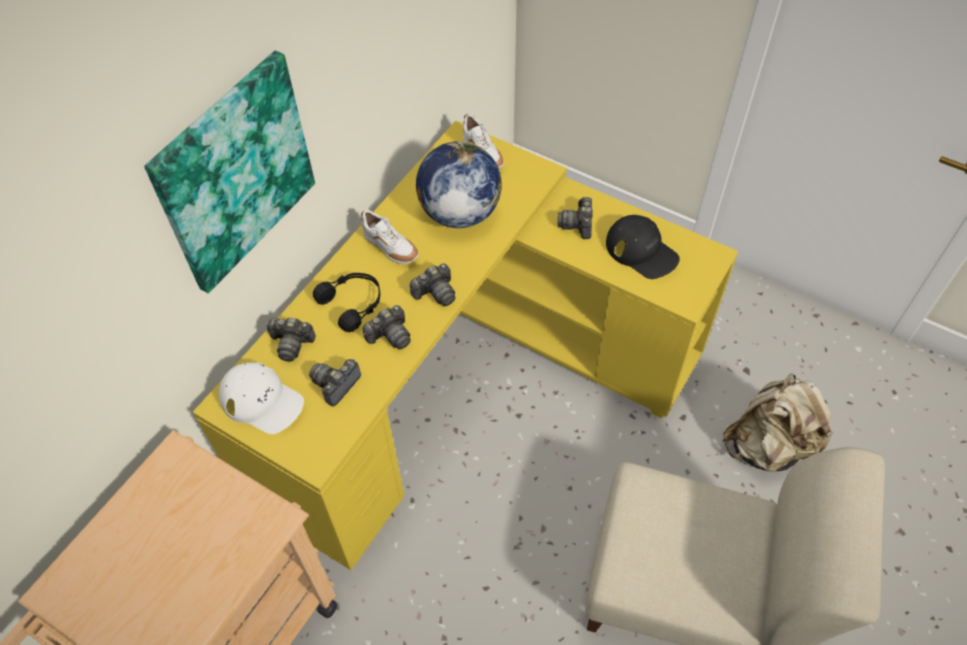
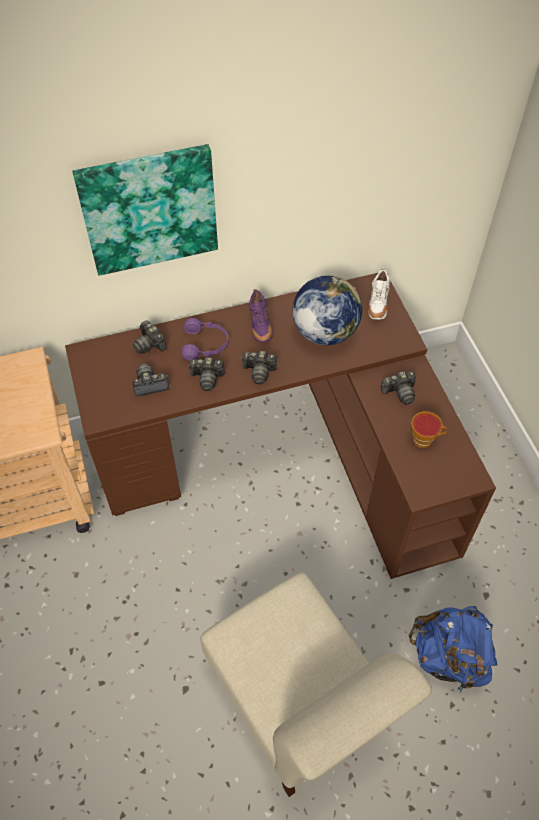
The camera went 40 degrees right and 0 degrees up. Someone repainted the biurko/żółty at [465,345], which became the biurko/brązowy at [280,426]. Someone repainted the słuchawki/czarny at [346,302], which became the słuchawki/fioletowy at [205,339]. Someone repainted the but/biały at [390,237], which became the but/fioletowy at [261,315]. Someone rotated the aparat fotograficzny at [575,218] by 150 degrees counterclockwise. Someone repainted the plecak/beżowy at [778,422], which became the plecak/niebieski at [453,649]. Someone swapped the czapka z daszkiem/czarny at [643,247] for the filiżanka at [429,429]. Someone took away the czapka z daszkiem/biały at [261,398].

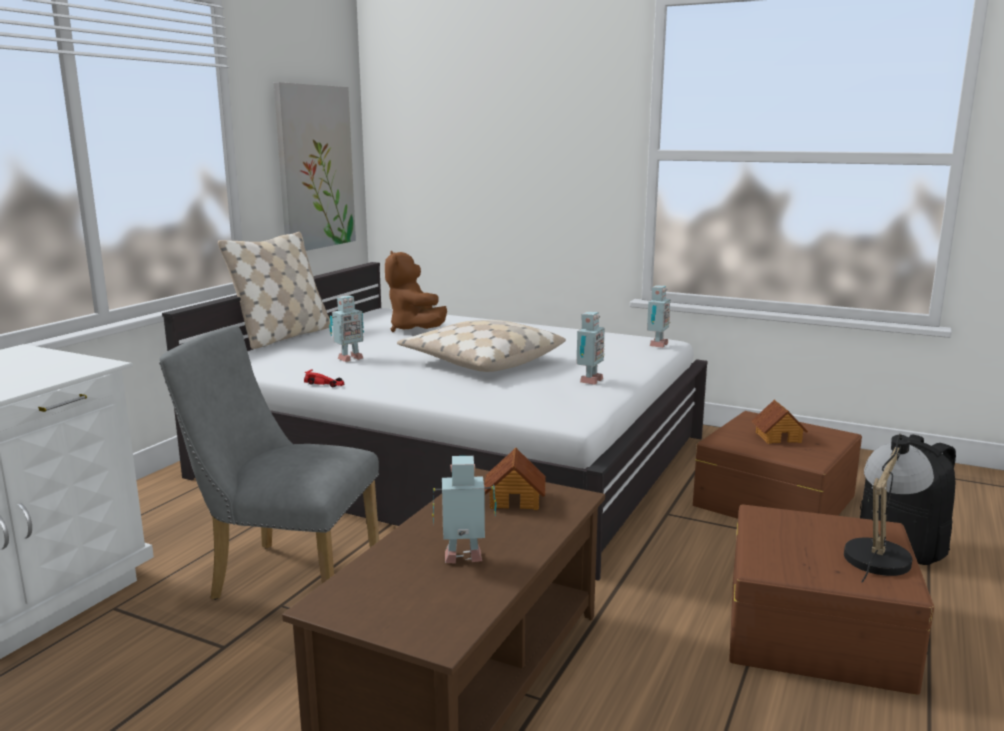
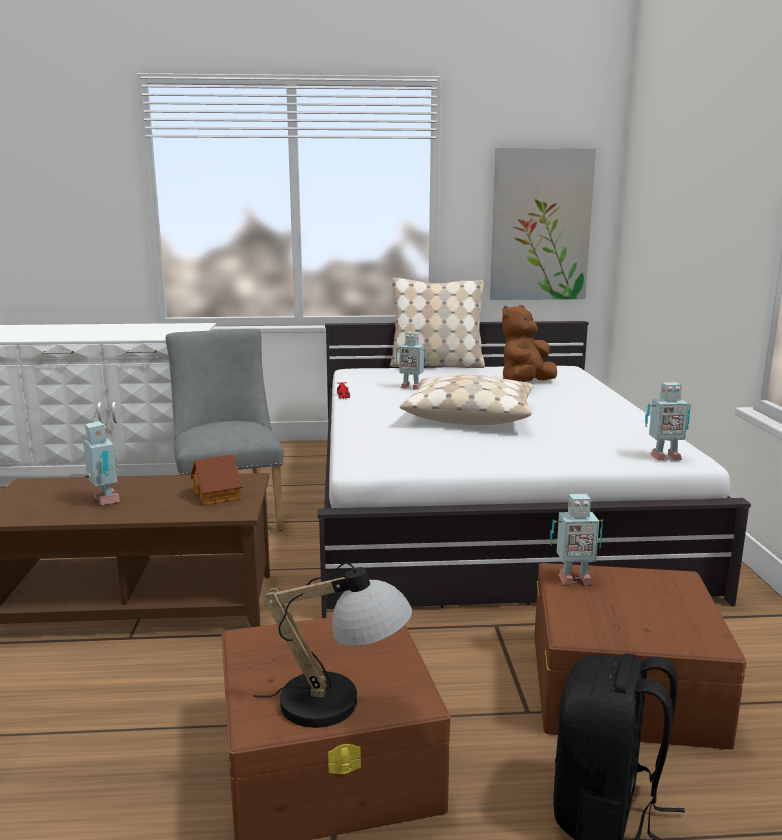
The camera went 60 degrees right and 0 degrees up. Someone carried the robot zabawkowy from [590,348] to [576,539]. Someone took away the domek at [779,422].

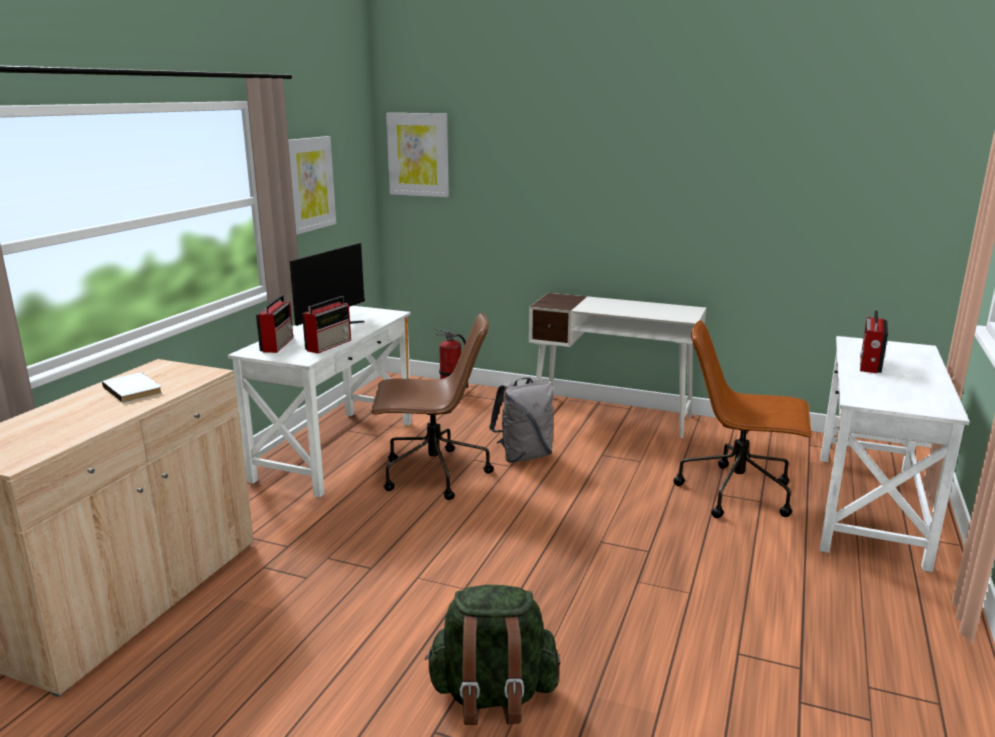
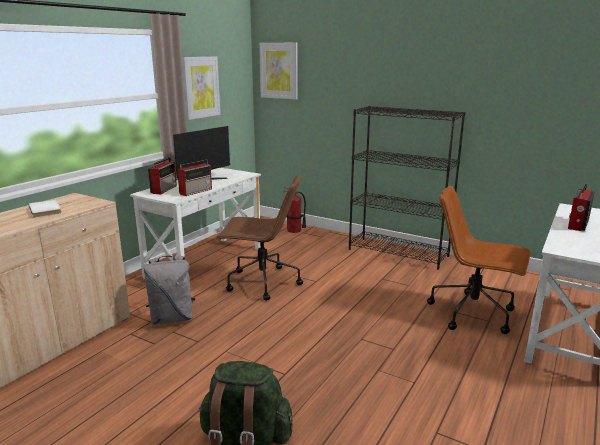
The camera went 10 degrees right and 0 degrees up. Someone carried the plecak/szary from [521,420] to [170,290]. Someone swapped the biurko/biały at [617,365] for the regał/czarny at [407,188].

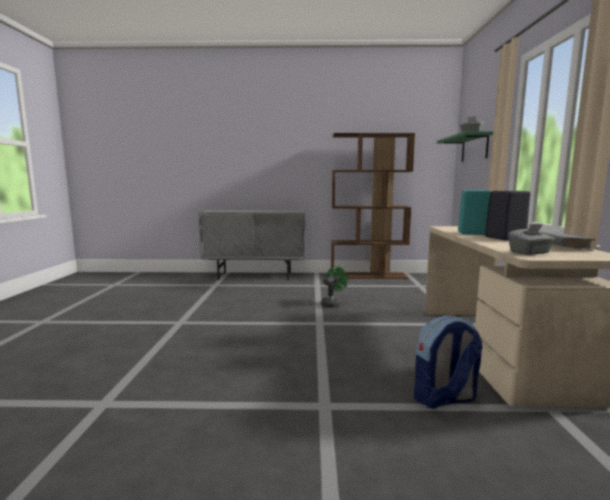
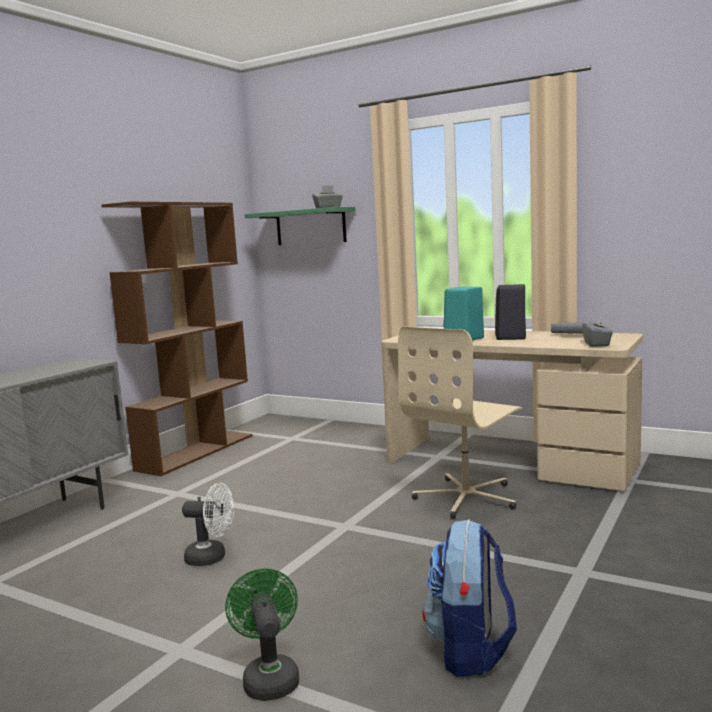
The camera went 60 degrees left and 0 degrees up. Someone put down the wentylator/biały at [208,524]. Someone carried the wentylator/zielony from [334,287] to [262,634]. Someone put down the krzesło biurowe/beżowy at [460,423]. Someone carried the plecak from [448,362] to [470,598].

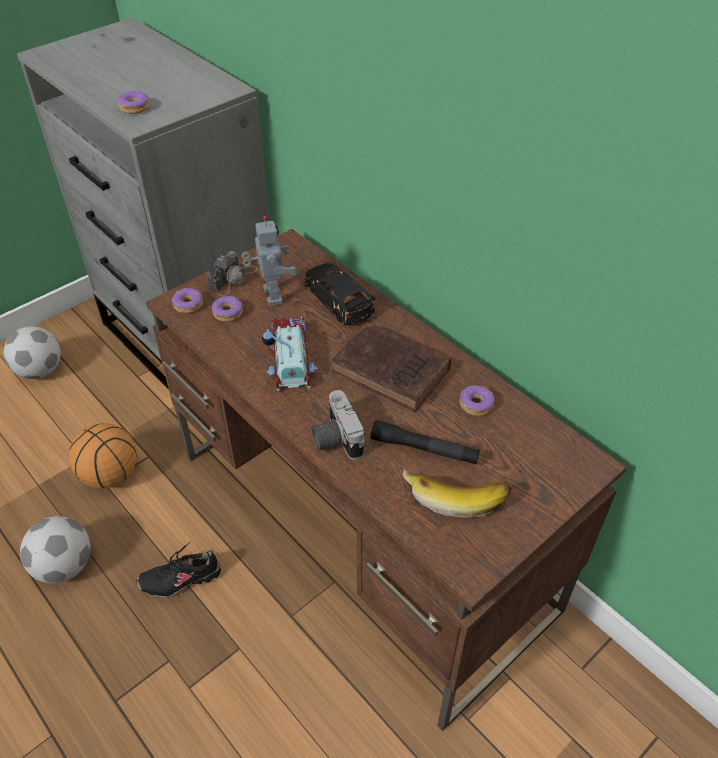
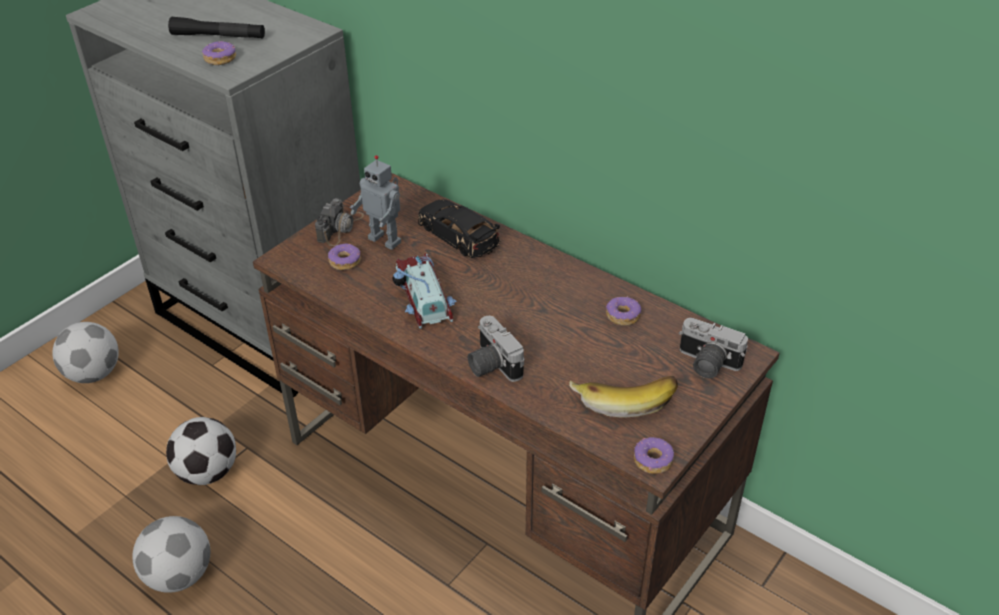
The camera went 10 degrees left and 5 degrees down. Someone swapped the piłka do koszykówki at [103,455] for the piłka futbolowa at [201,451]. Someone carried the latarka/czarny from [425,442] to [216,28]. Someone rotated the robot zabawkowy at [269,261] by 150 degrees clockwise. Someone carried the donut from [187,301] to [654,455]. Someone put down the aparat fotograficzny at [713,348]. Someone took away the but/czarny at [178,570]. Someone took away the książka/brązowy at [391,367].

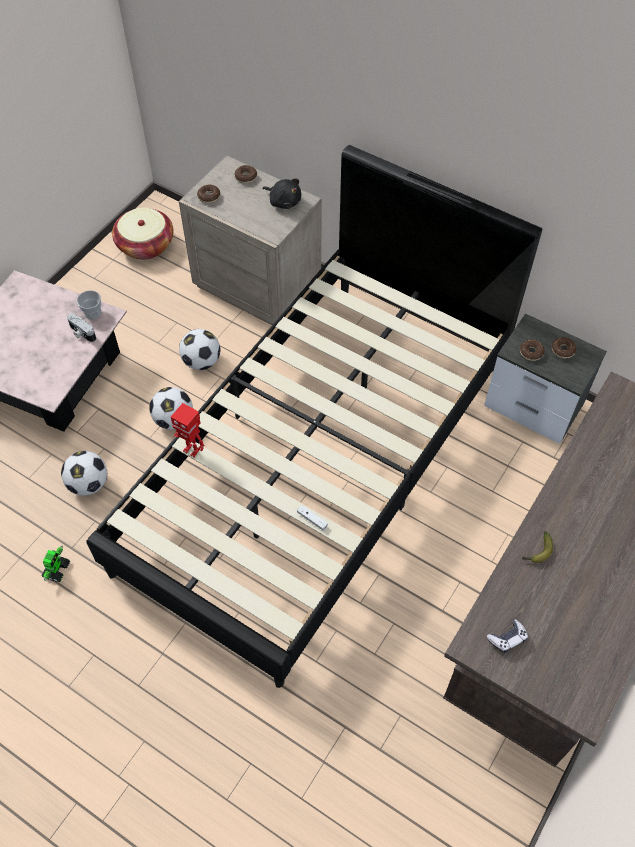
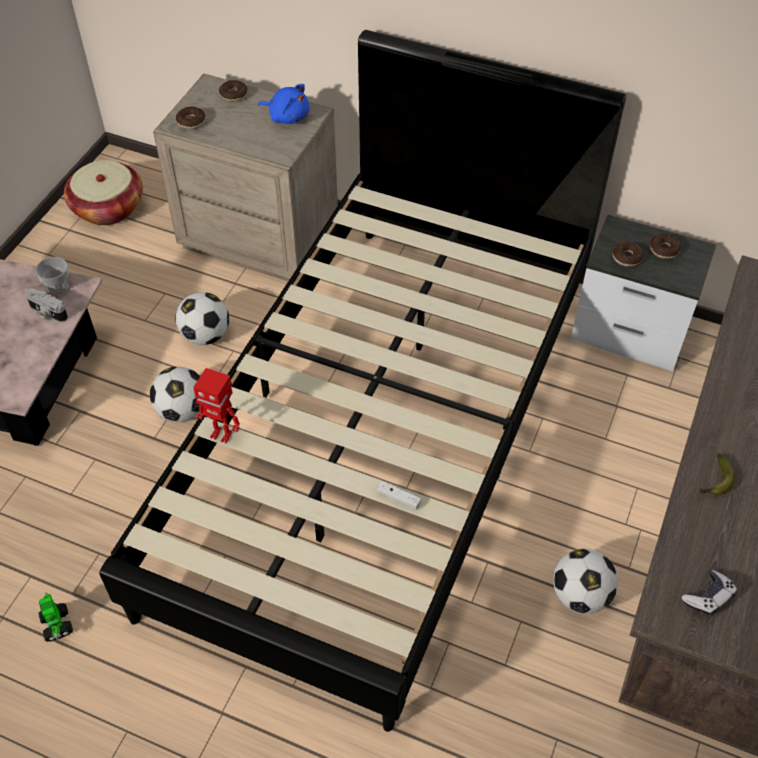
The camera went 10 degrees left and 5 degrees down. Someone rotated the robot zabawkowy at [56,564] by 150 degrees clockwise. Someone repainted the pluszak/czarny at [282,194], which became the pluszak/niebieski at [283,104]. Someone carried the piłka futbolowa from [84,473] to [585,581].

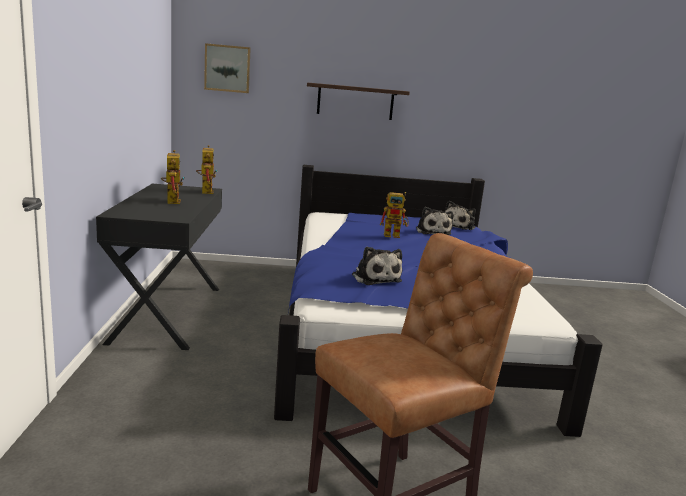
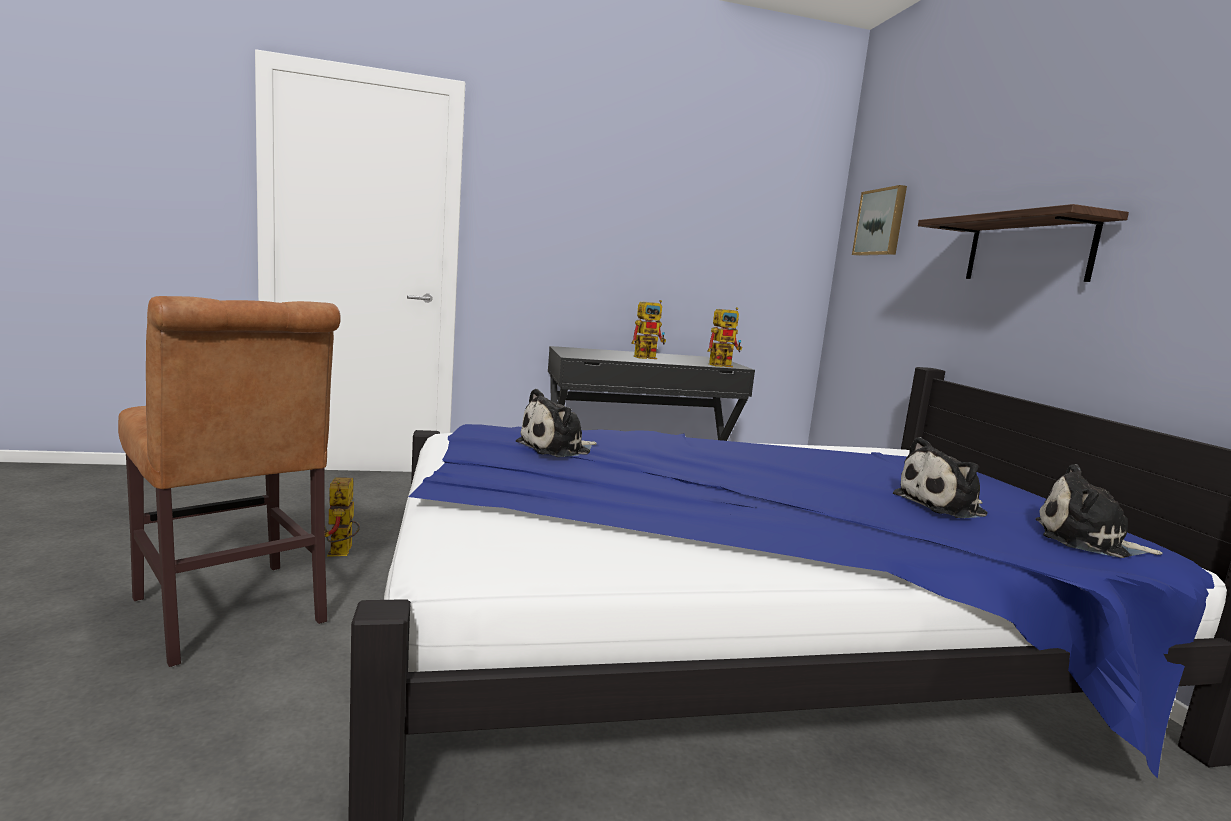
The camera went 80 degrees right and 5 degrees down. Someone carried the robot zabawkowy from [394,215] to [342,517].

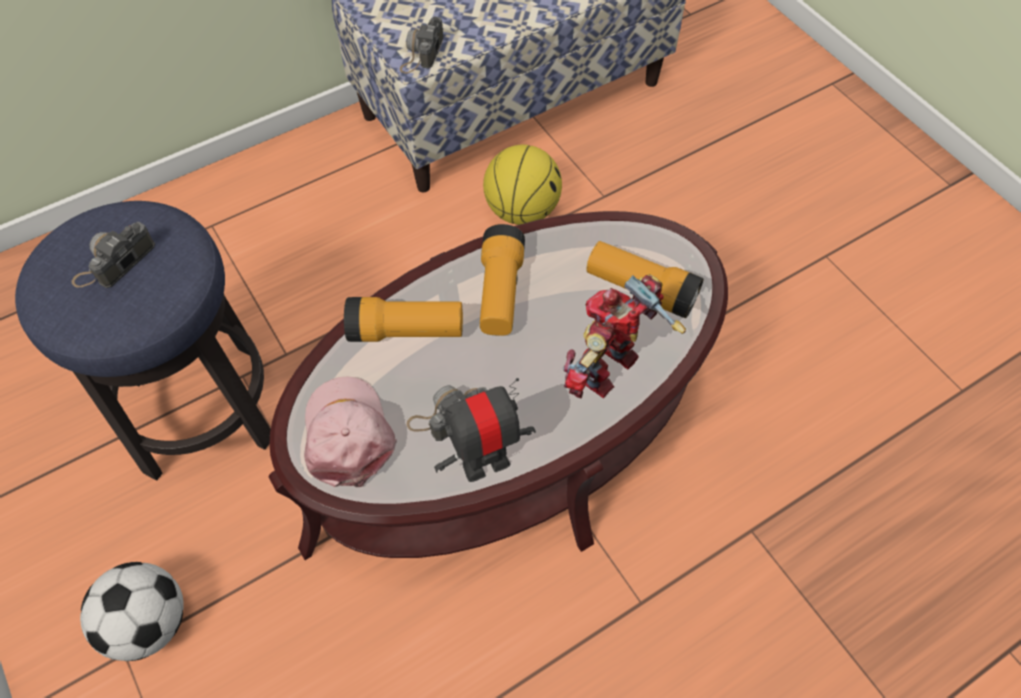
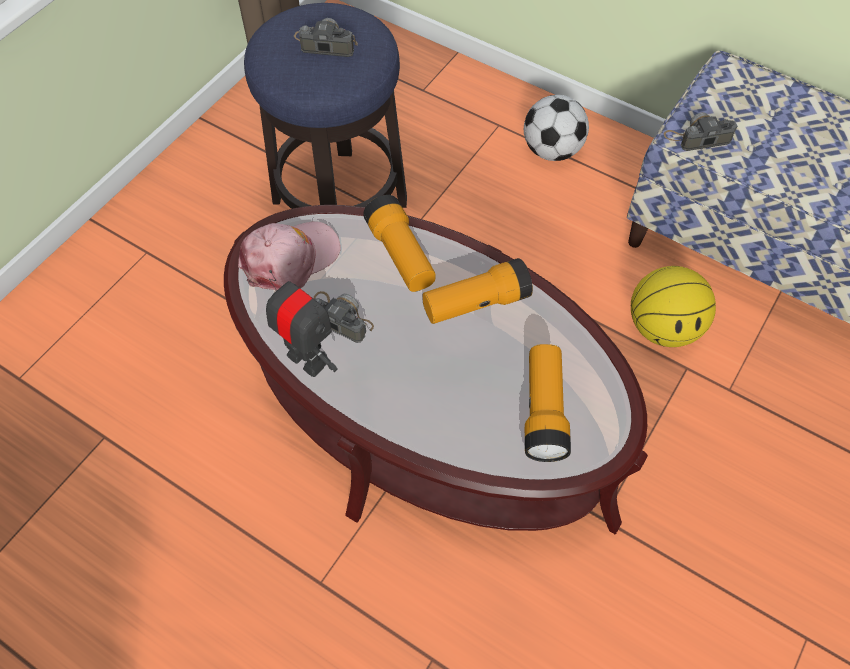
The camera went 65 degrees right and 0 degrees up. Someone carried the piłka futbolowa from [132,611] to [556,128]. Someone took away the robot zabawkowy at [624,336].

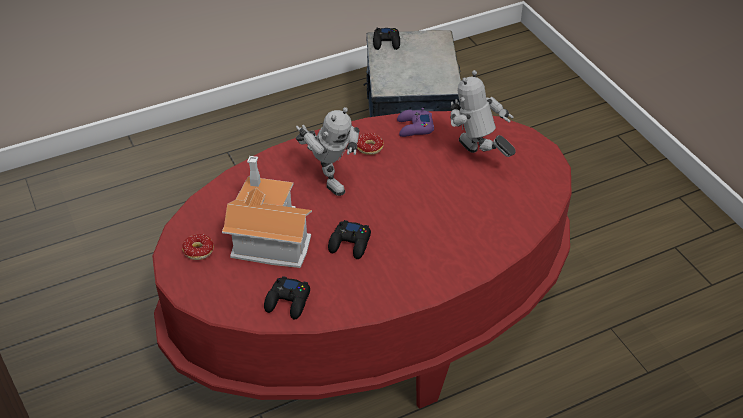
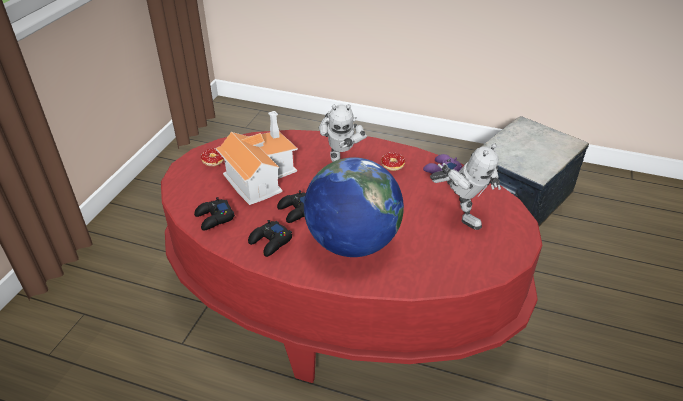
The camera went 45 degrees right and 5 degrees down. Someone carried the pad do gier/czarny from [386,39] to [270,238]. Someone put down the globus at [354,207]. Someone rotated the robot zabawkowy at [483,113] by 135 degrees clockwise.

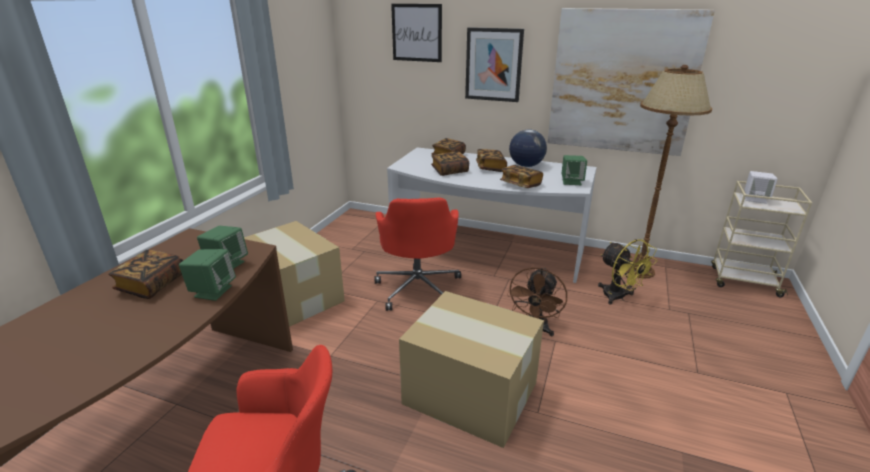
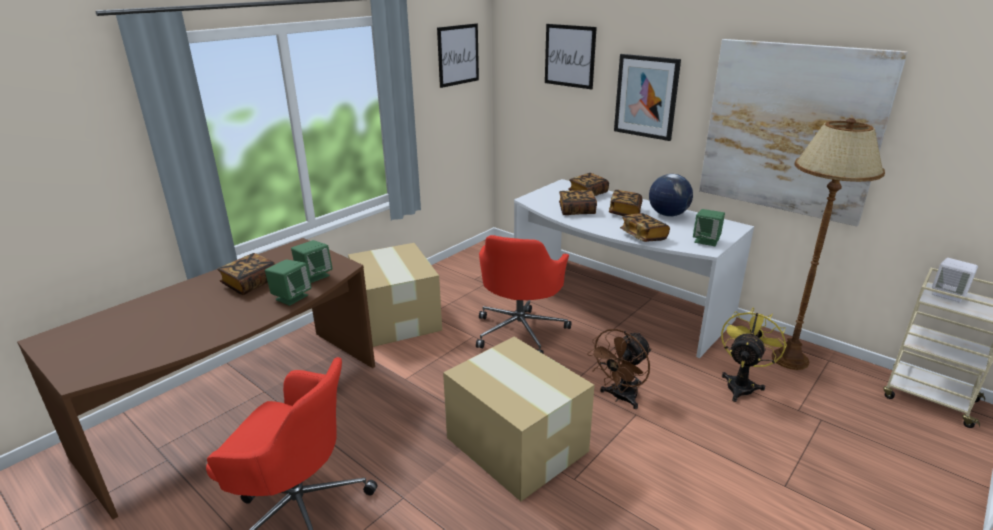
The camera went 20 degrees right and 0 degrees up. Someone put up the obraz at [458,55]. Someone rotated the wentylator/żółty at [627,272] by 135 degrees counterclockwise.

